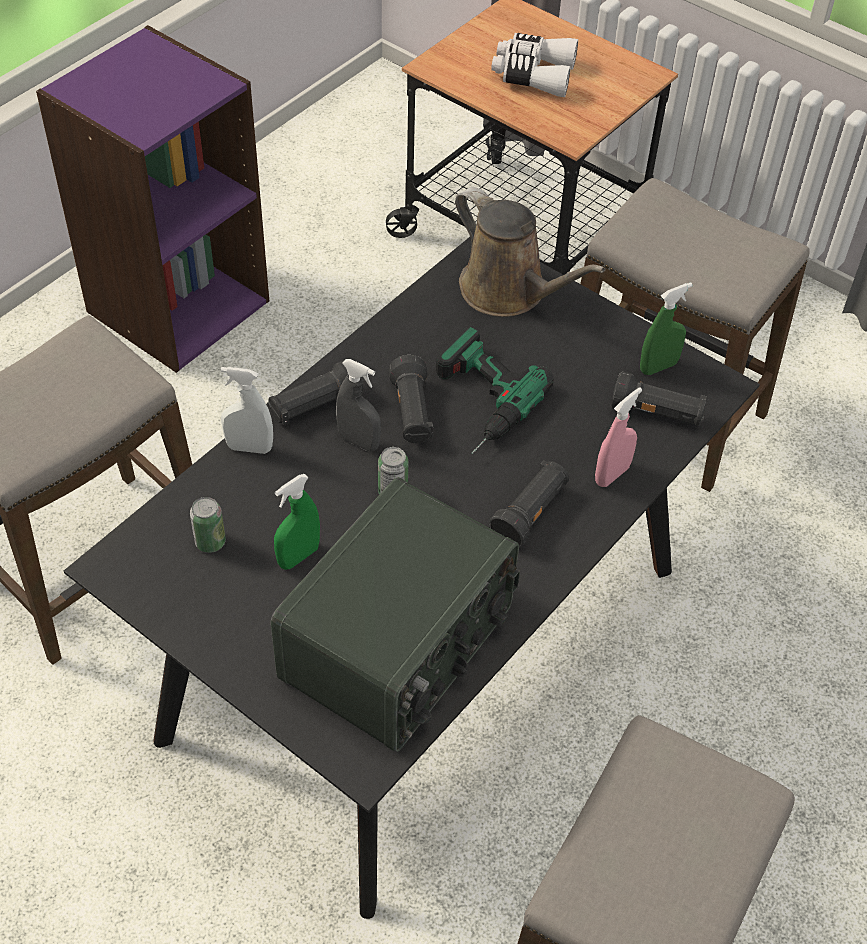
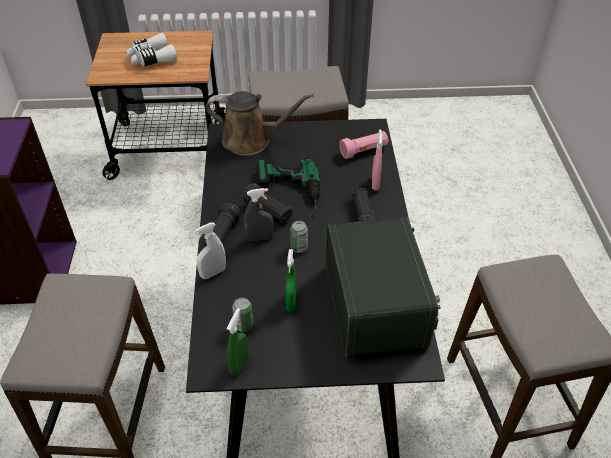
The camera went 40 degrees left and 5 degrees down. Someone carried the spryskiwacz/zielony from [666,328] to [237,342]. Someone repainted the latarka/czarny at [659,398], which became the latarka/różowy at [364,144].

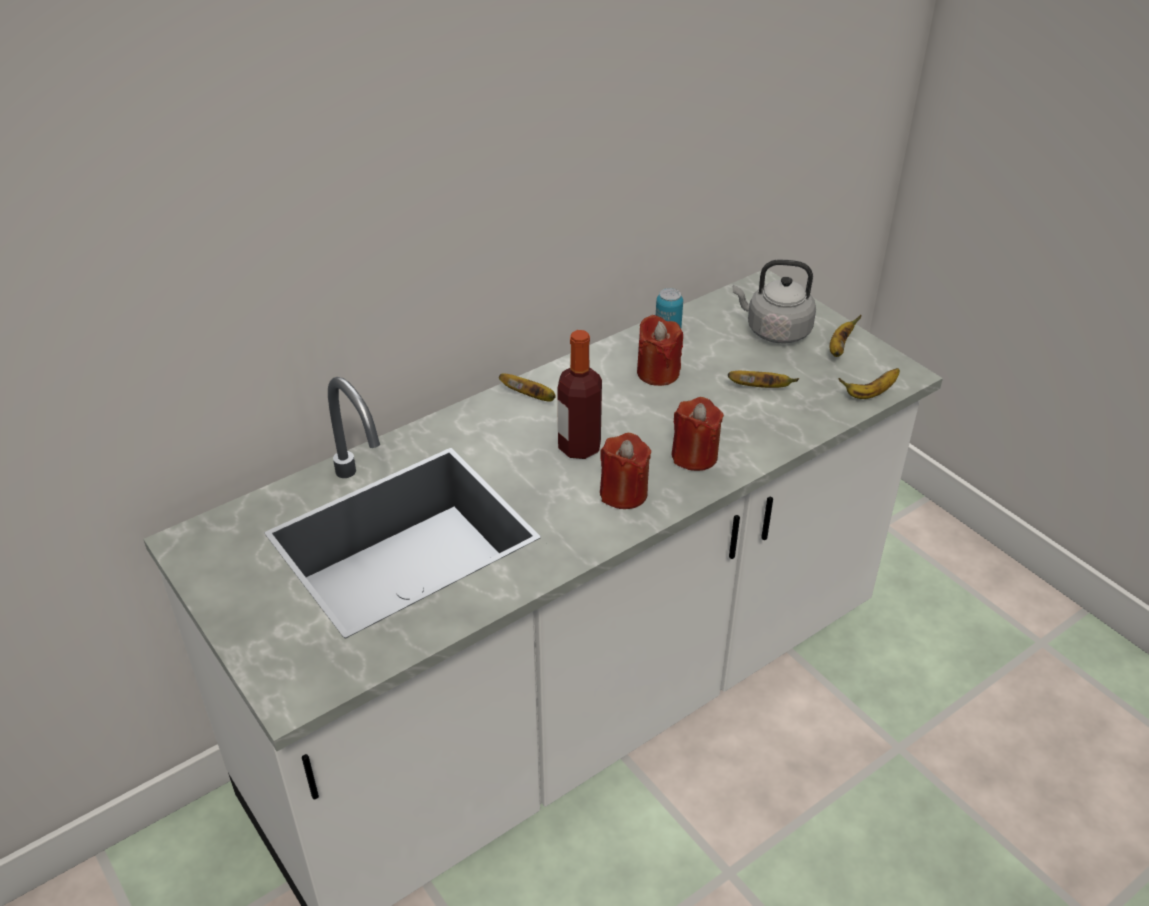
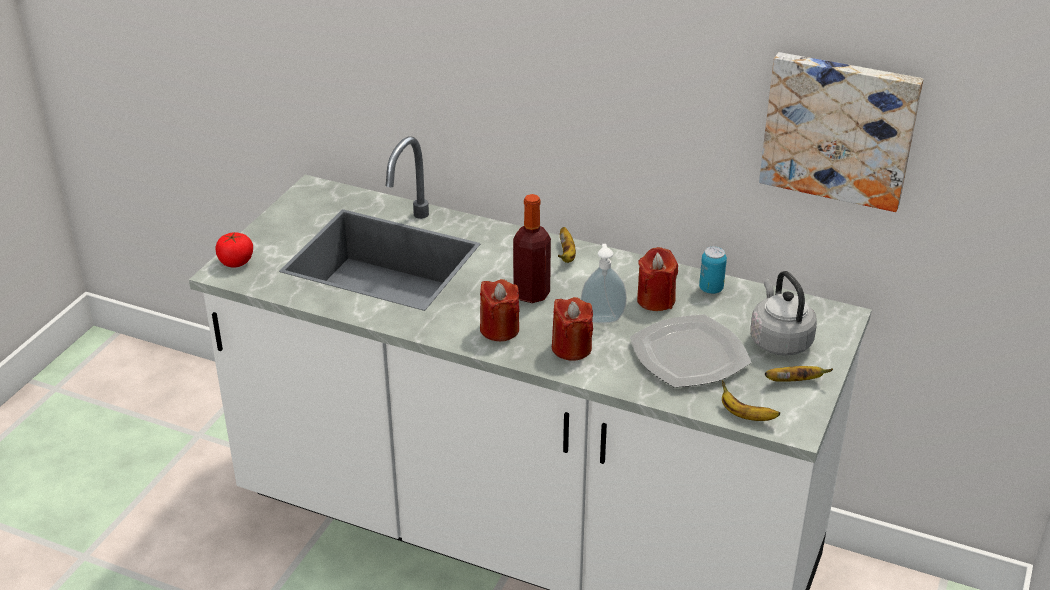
The camera went 60 degrees right and 5 degrees down. Someone put down the pomidor at [234,250]. Someone put down the dozownik mydła at [604,283]. Someone swapped the banan at [763,379] for the talerz at [690,351]. Someone put up the obraz at [841,132].

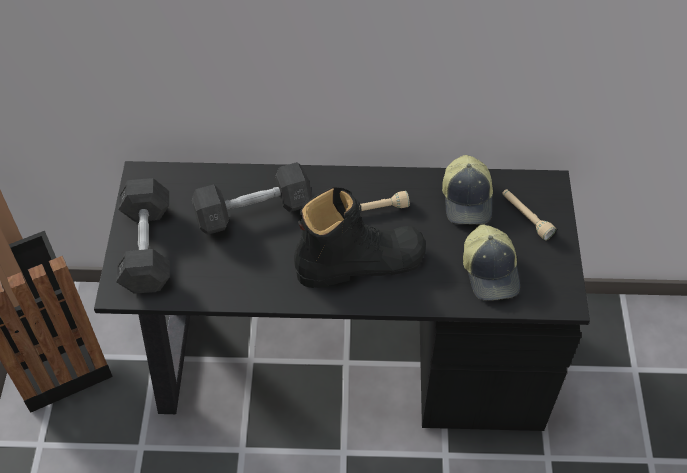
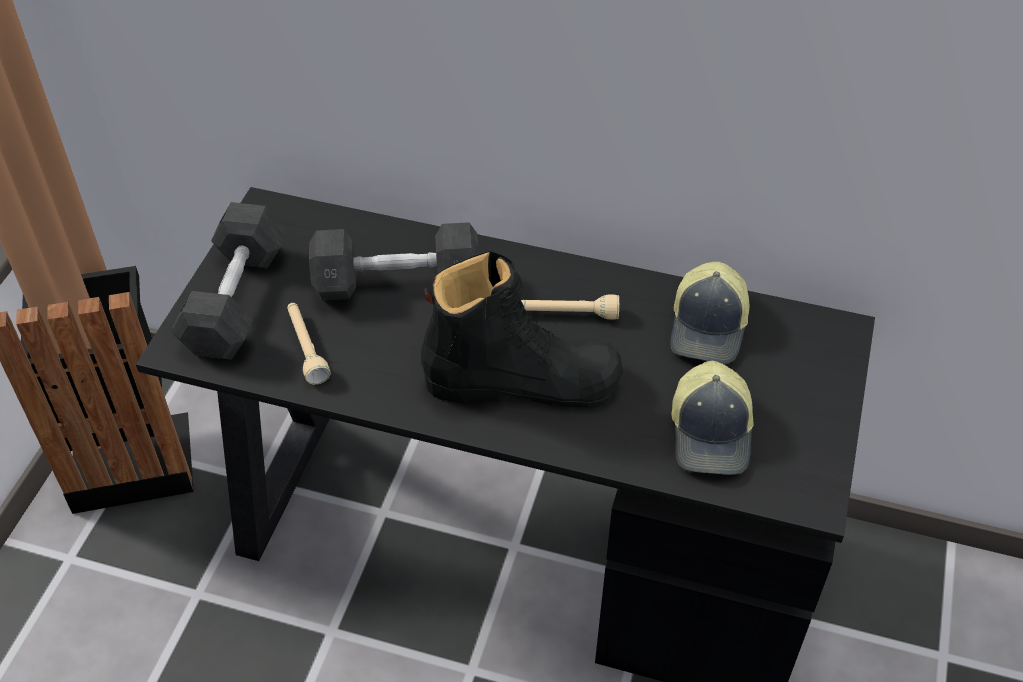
The camera went 15 degrees right and 5 degrees down. Someone carried the latarka/beżowy from [529,214] to [308,344].

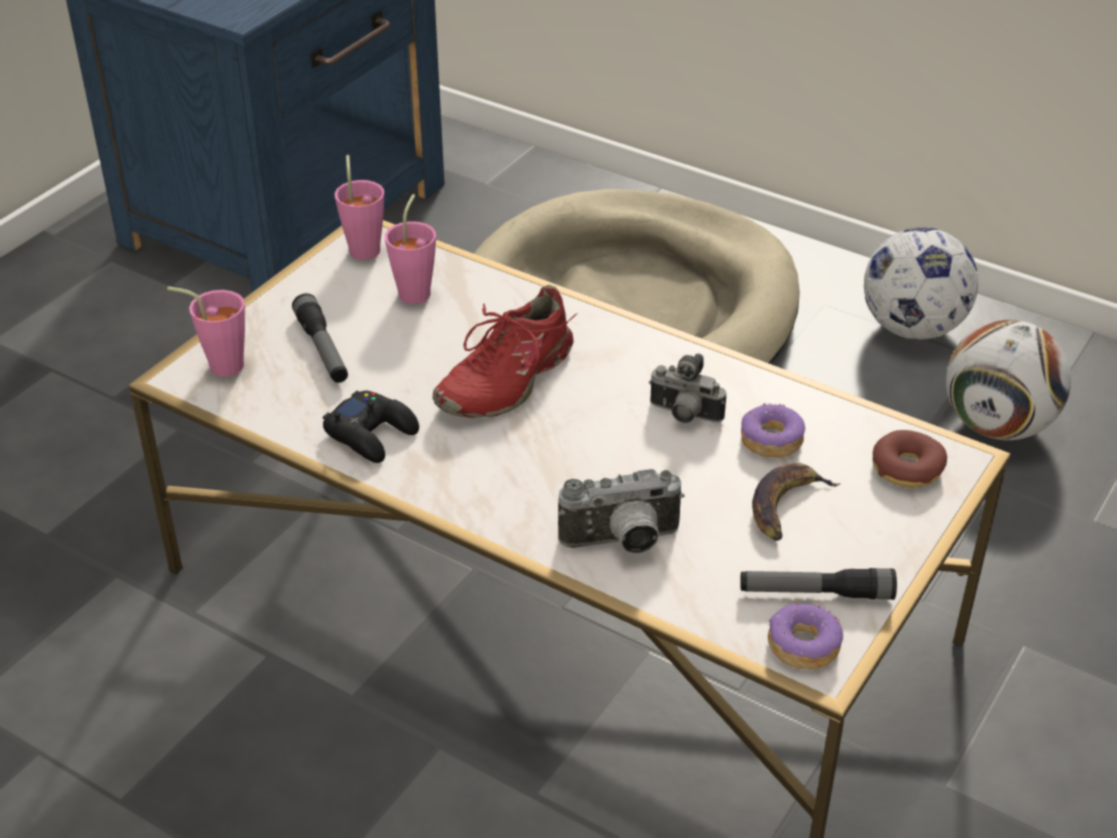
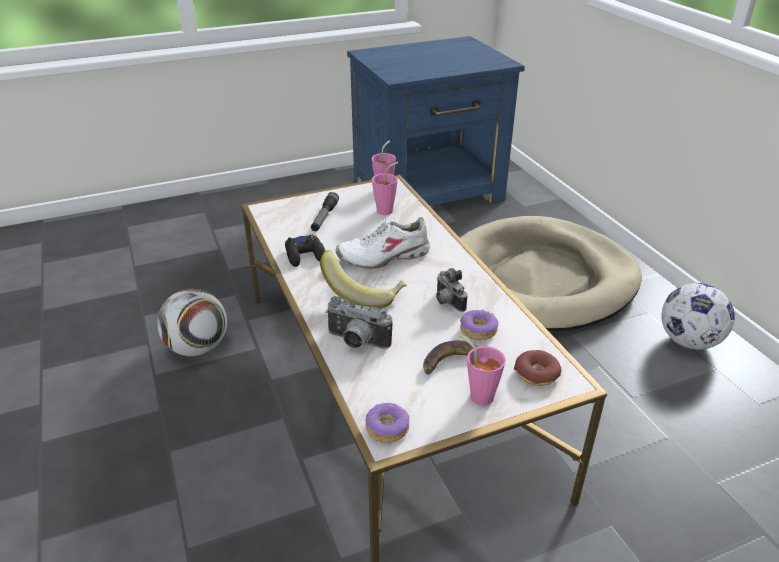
The camera went 35 degrees right and 5 degrees down. Someone carried the piłka futbolowa from [1008,380] to [192,322]. Someone put down the banan at [363,279]. Someone repainted the but/czerwony at [505,351], which became the but/biały at [383,243]. Someone carried the filiżanka/różowy from [206,331] to [482,370]. Someone took away the latarka at [818,584].

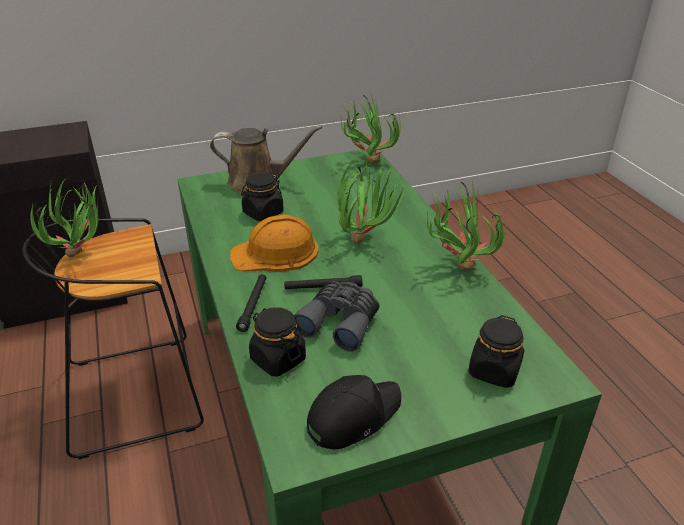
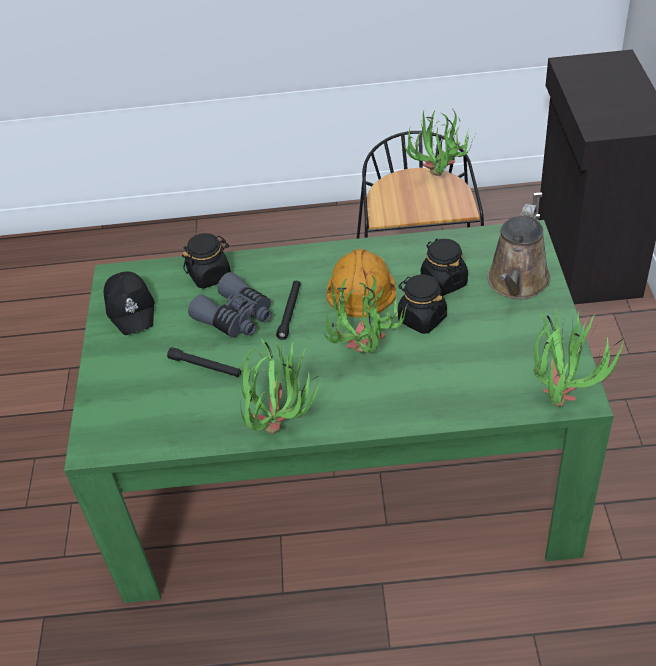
The camera went 110 degrees right and 10 degrees up. Someone carried the latarka/czarny from [251,303] to [204,362]. Someone carried the słoik/czarny from [496,351] to [422,304].

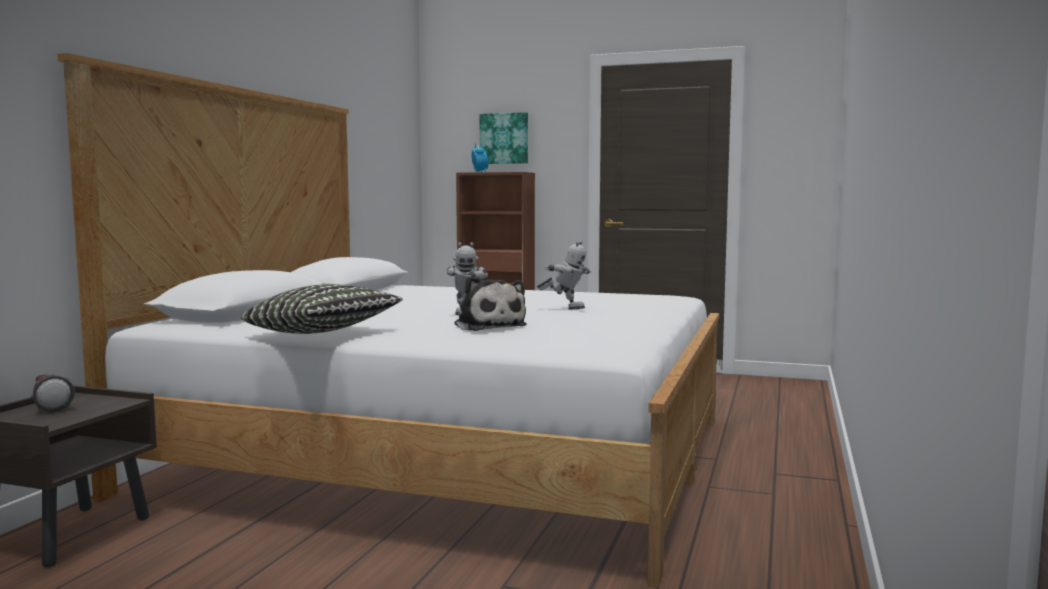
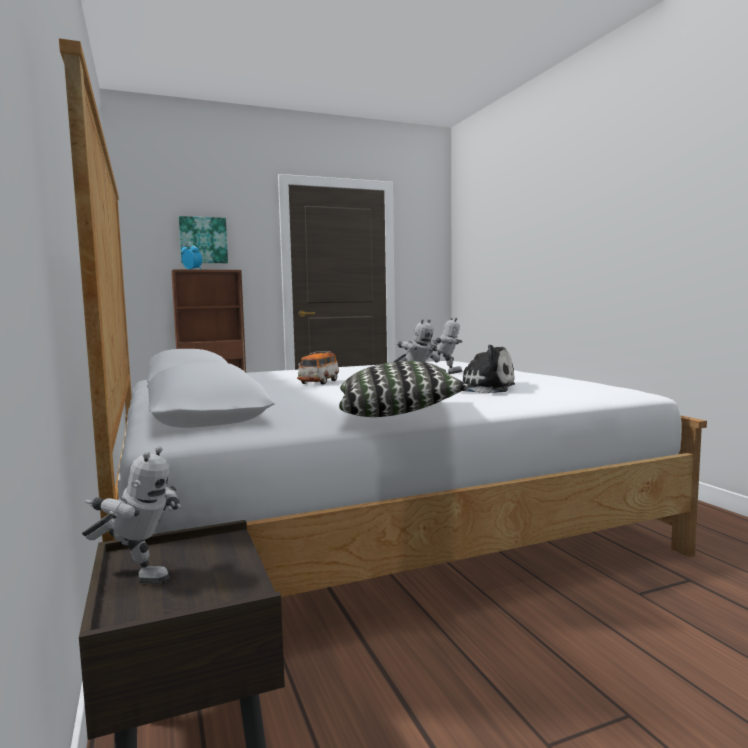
The camera went 40 degrees left and 0 degrees up. Someone swapped the latarka at [53,393] for the robot zabawkowy at [131,515]. Someone put down the samochodzik at [318,368].

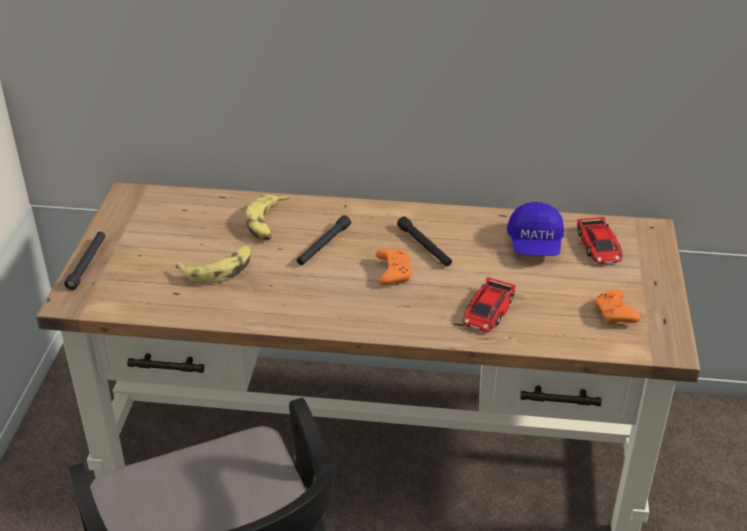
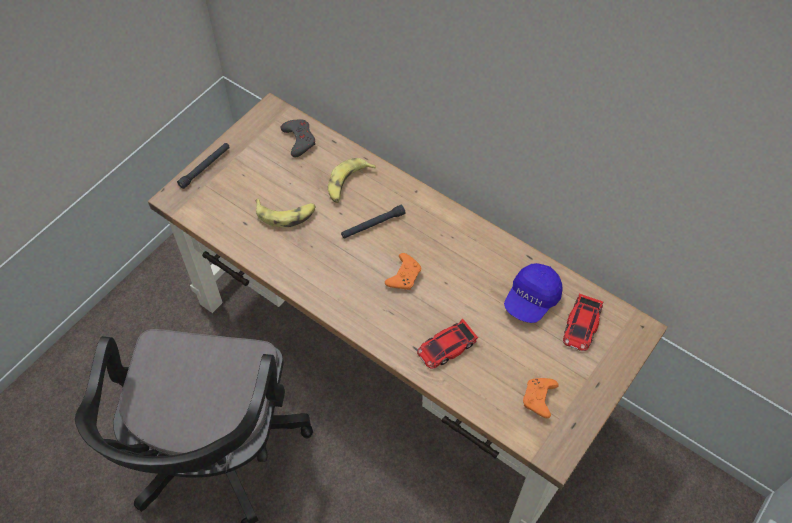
The camera went 30 degrees right and 20 degrees up. Someone put down the pad do gier/szary at [297,138]. Someone took away the latarka/czarny at [424,241].

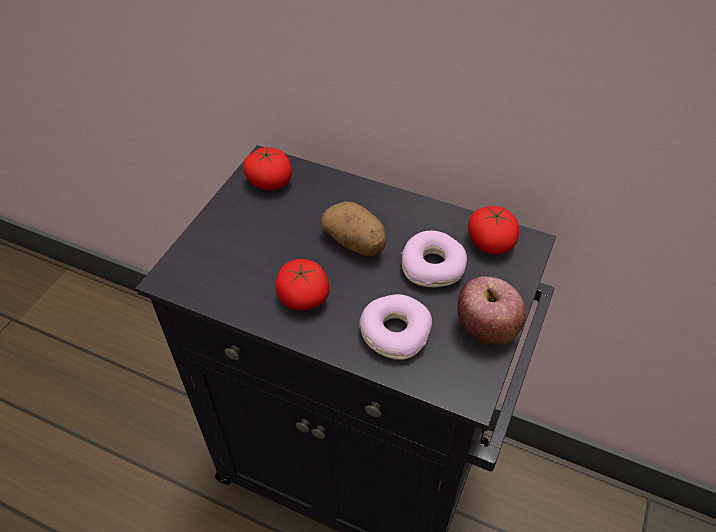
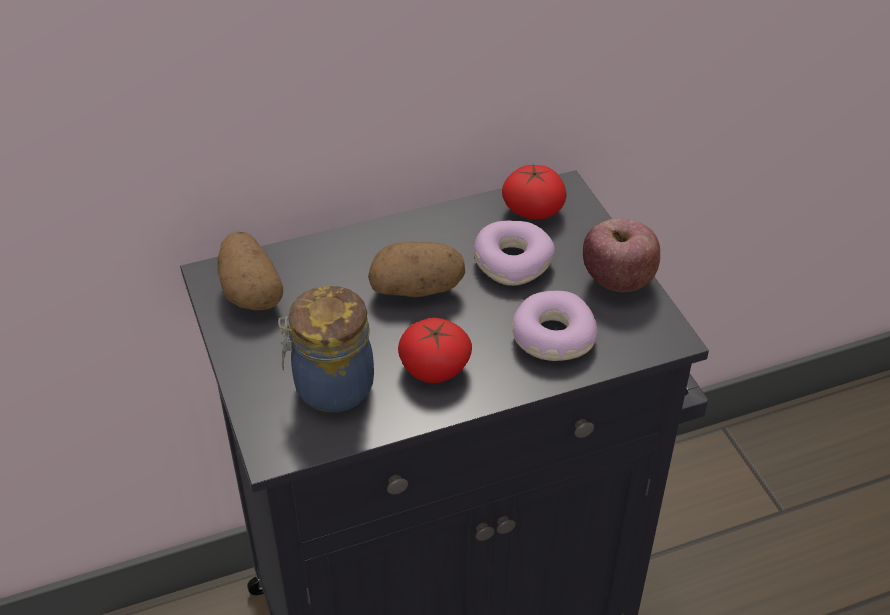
The camera went 45 degrees left and 5 degrees down. Someone swapped the pomidor at [267,168] for the ziemniak at [250,271]. Someone put down the słoik at [326,349].

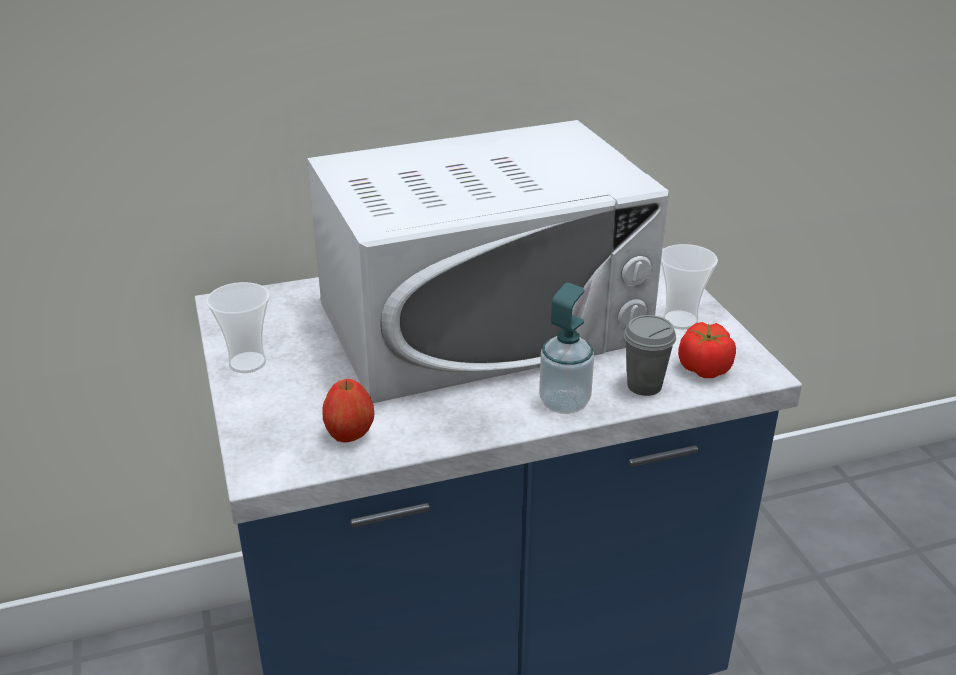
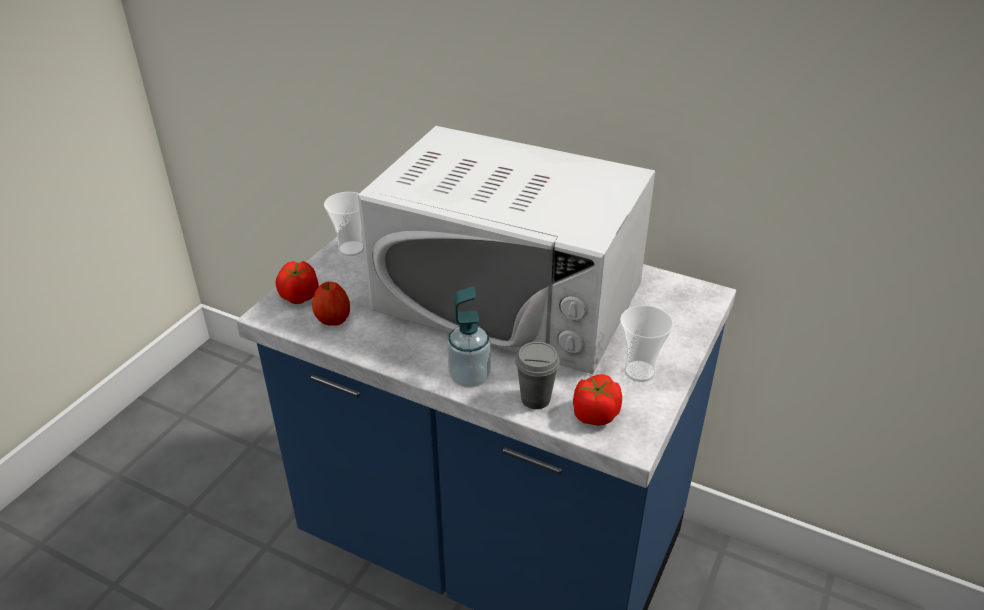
The camera went 45 degrees right and 5 degrees up. Someone put down the pomidor at [297,282].

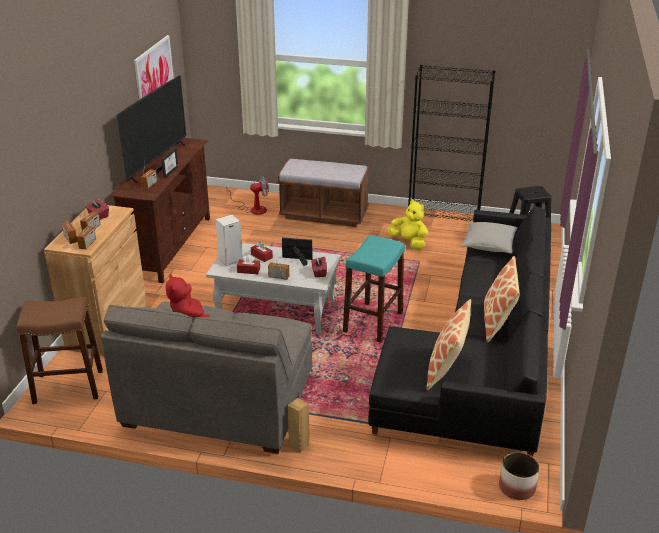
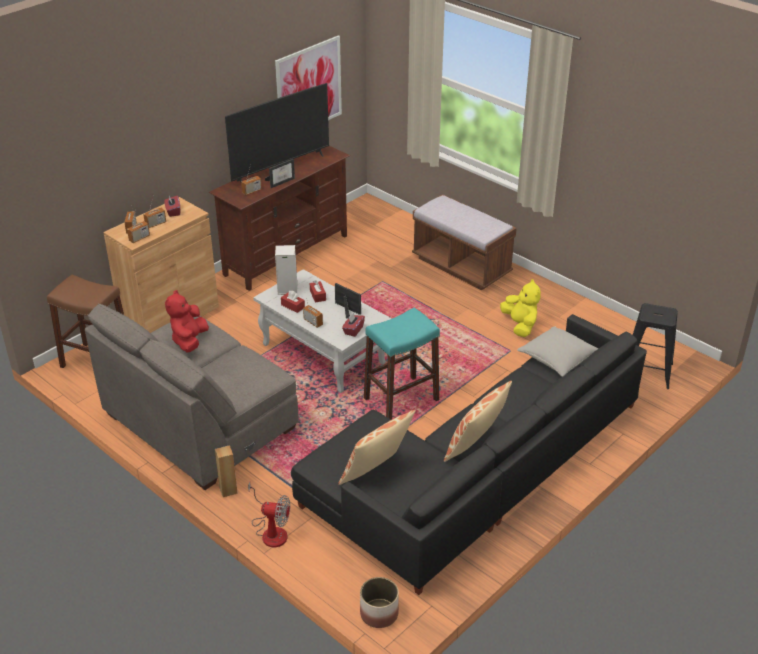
The camera went 30 degrees right and 5 degrees up. Someone carried the wentylator from [248,195] to [269,514]. Someone took away the regał/czarny at [451,143].

